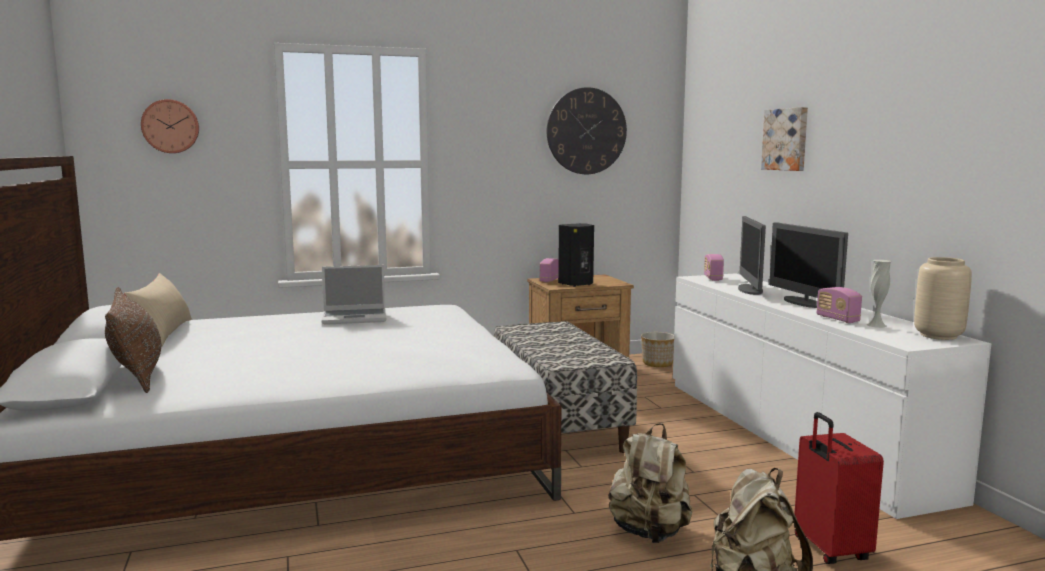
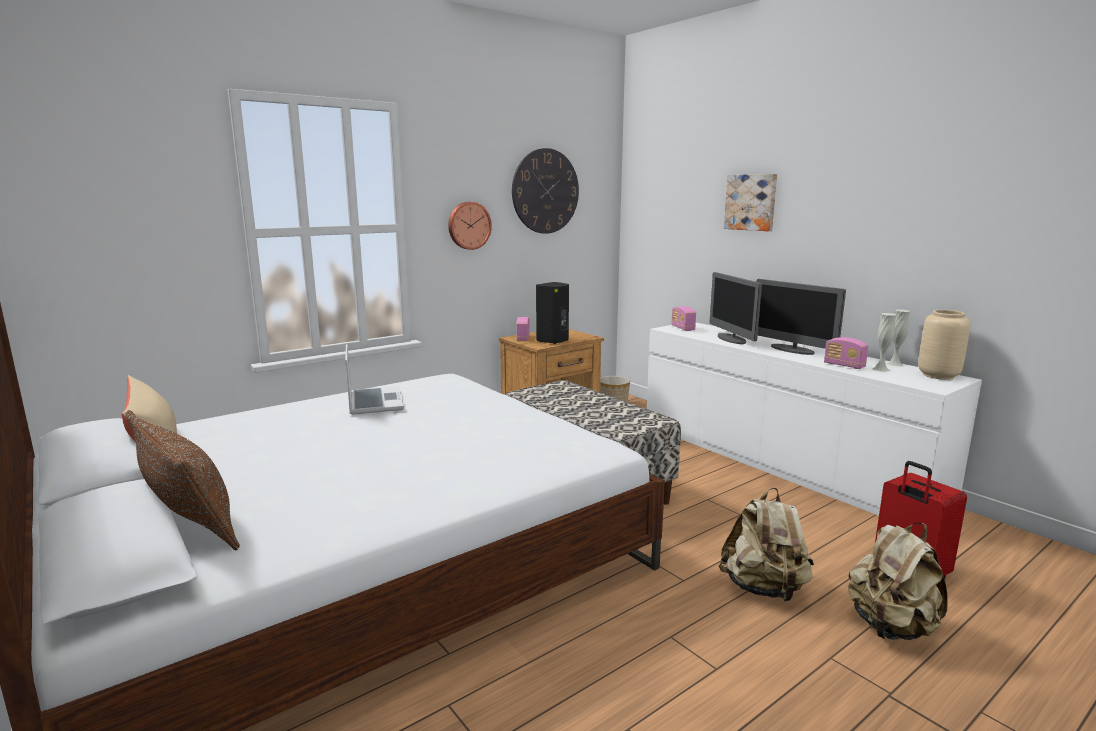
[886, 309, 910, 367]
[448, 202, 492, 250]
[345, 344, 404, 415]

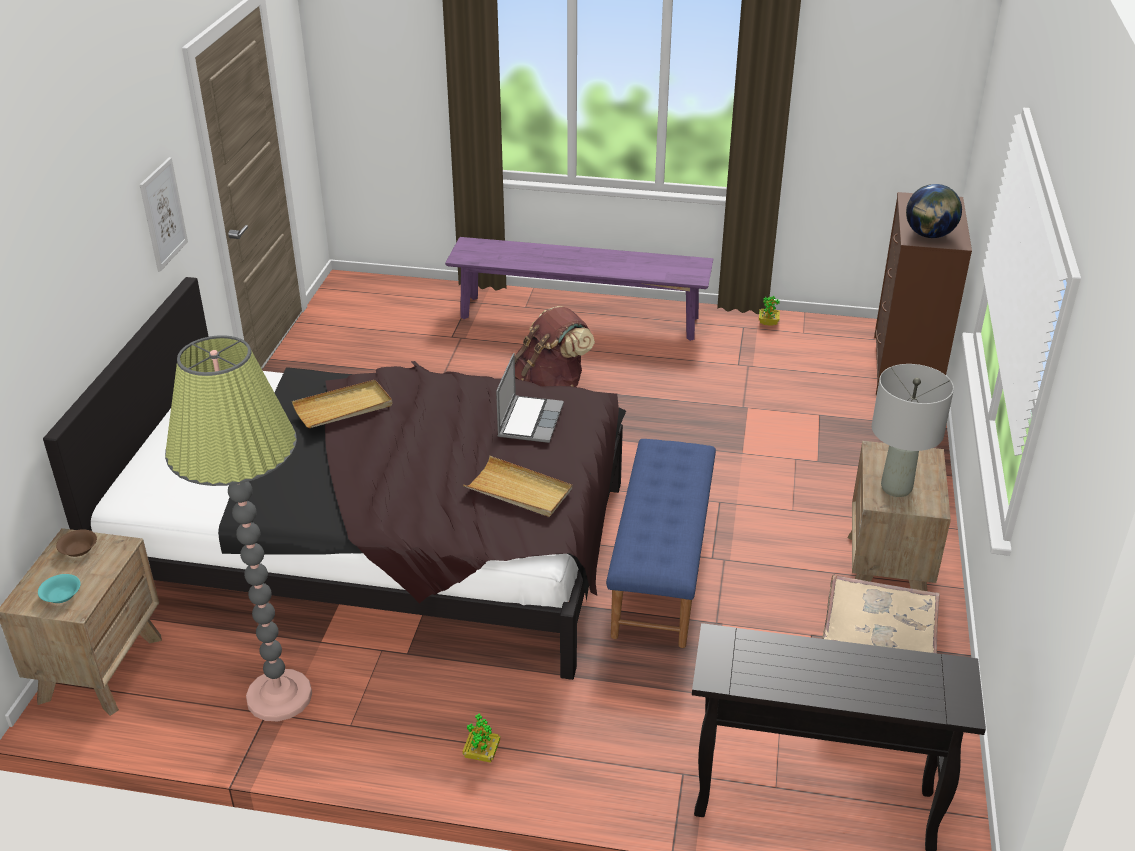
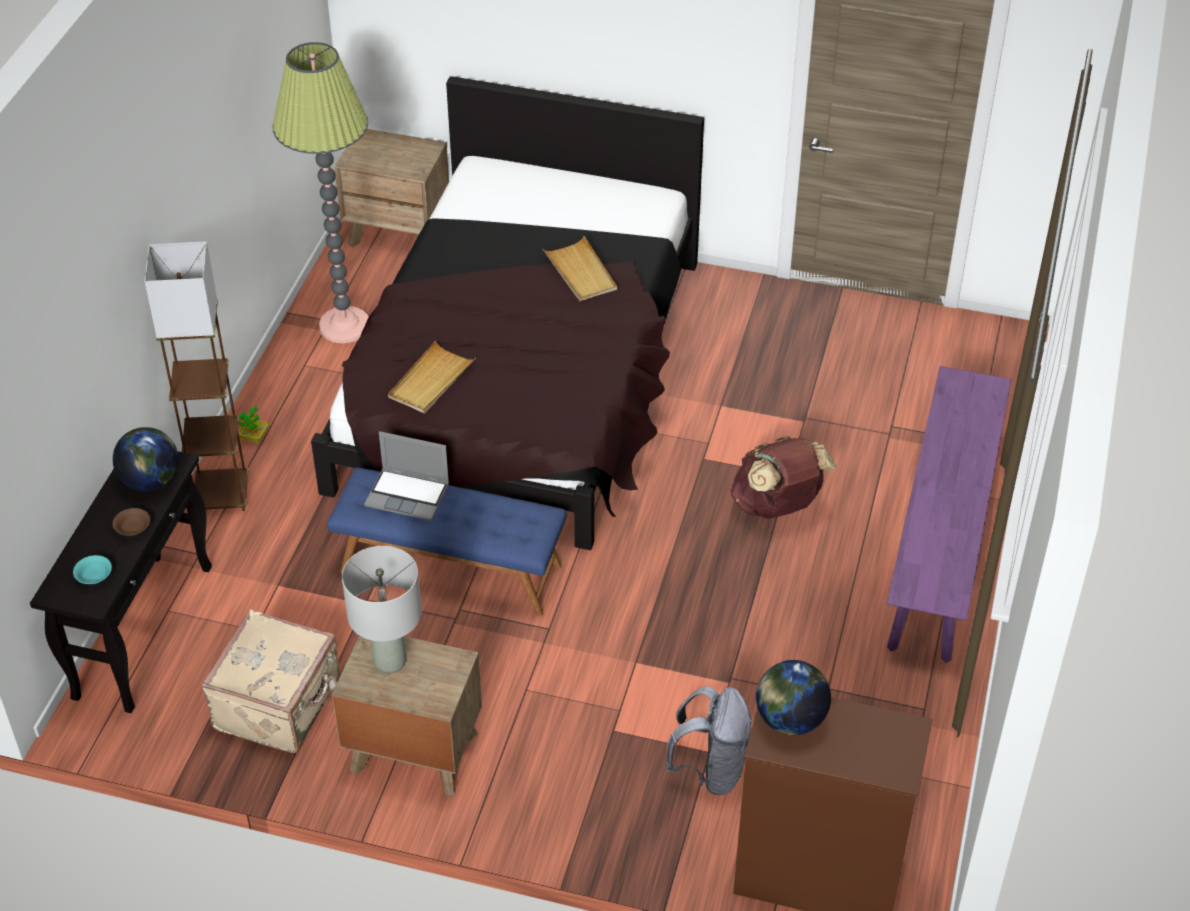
[140, 157, 188, 272] (first image)
[759, 296, 780, 326] (first image)
[113, 427, 178, 491]
[144, 241, 248, 511]
[665, 686, 753, 795]
[73, 555, 112, 584]
[113, 508, 150, 536]
[364, 431, 449, 521]

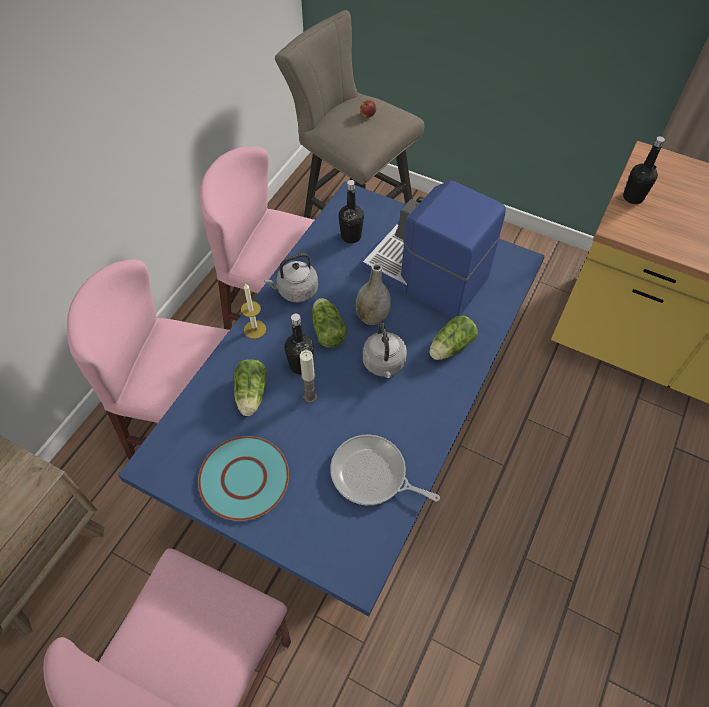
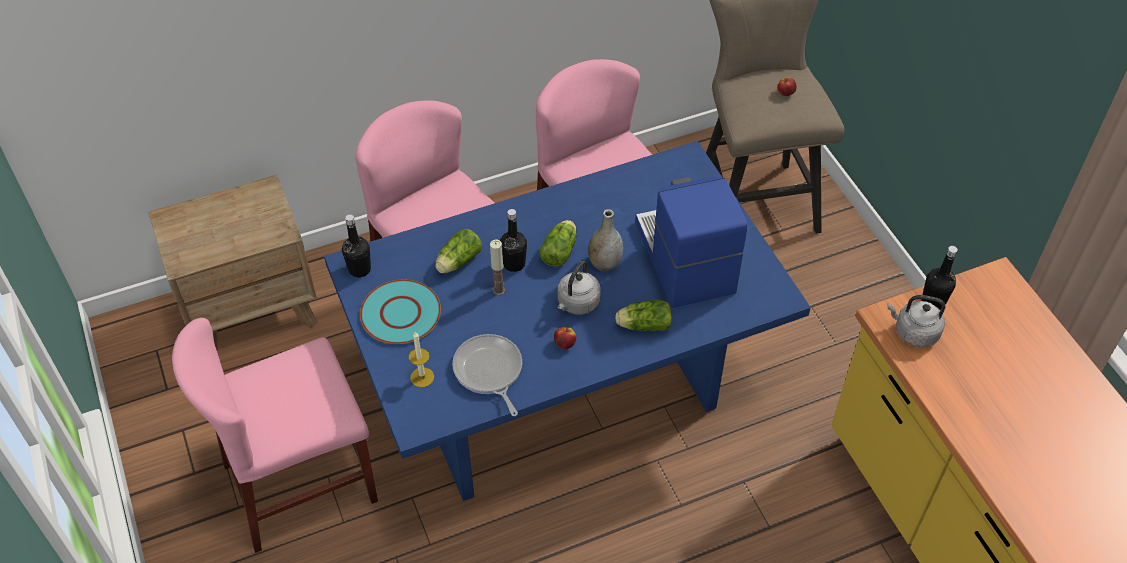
[554, 327, 576, 349]
[409, 332, 434, 387]
[887, 295, 946, 347]
[342, 214, 371, 277]

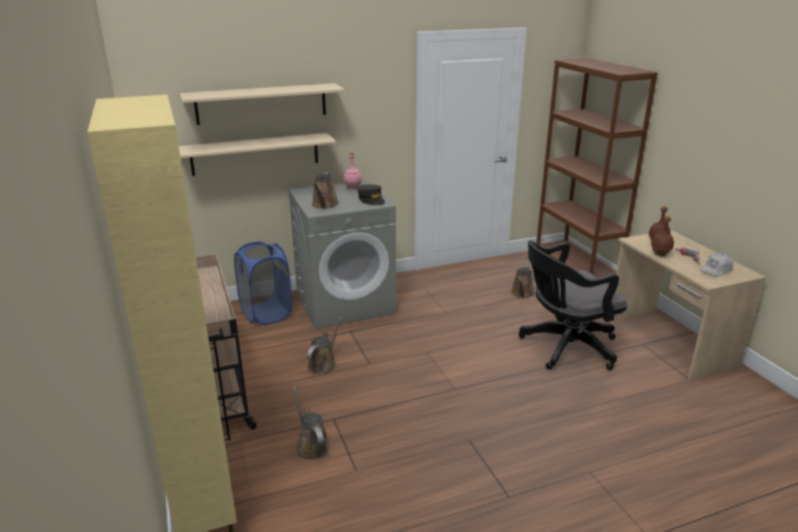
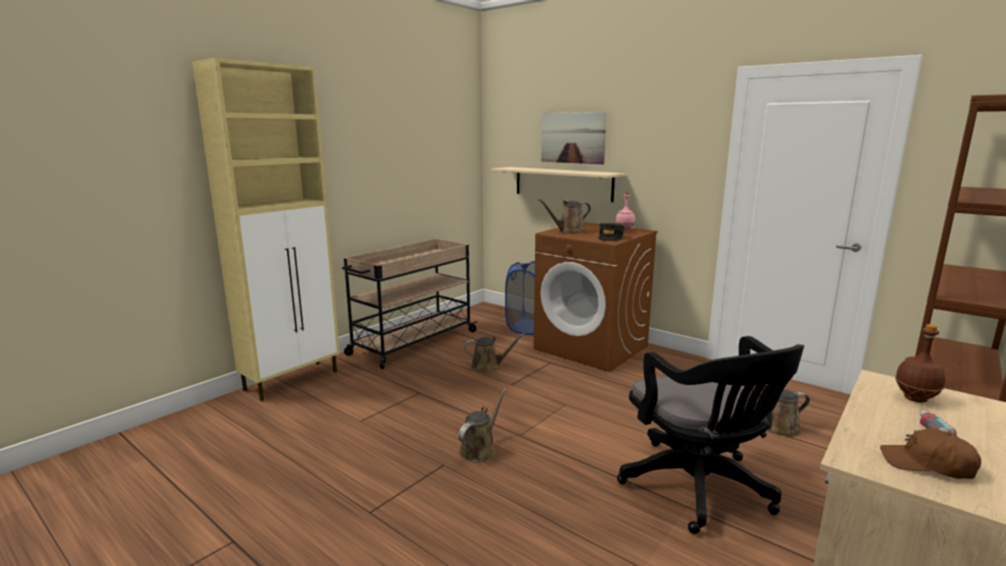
[651, 215, 674, 257] (first image)
[458, 388, 507, 462]
[541, 112, 607, 164]
[534, 222, 658, 372]
[880, 428, 981, 479]
[617, 336, 804, 534]

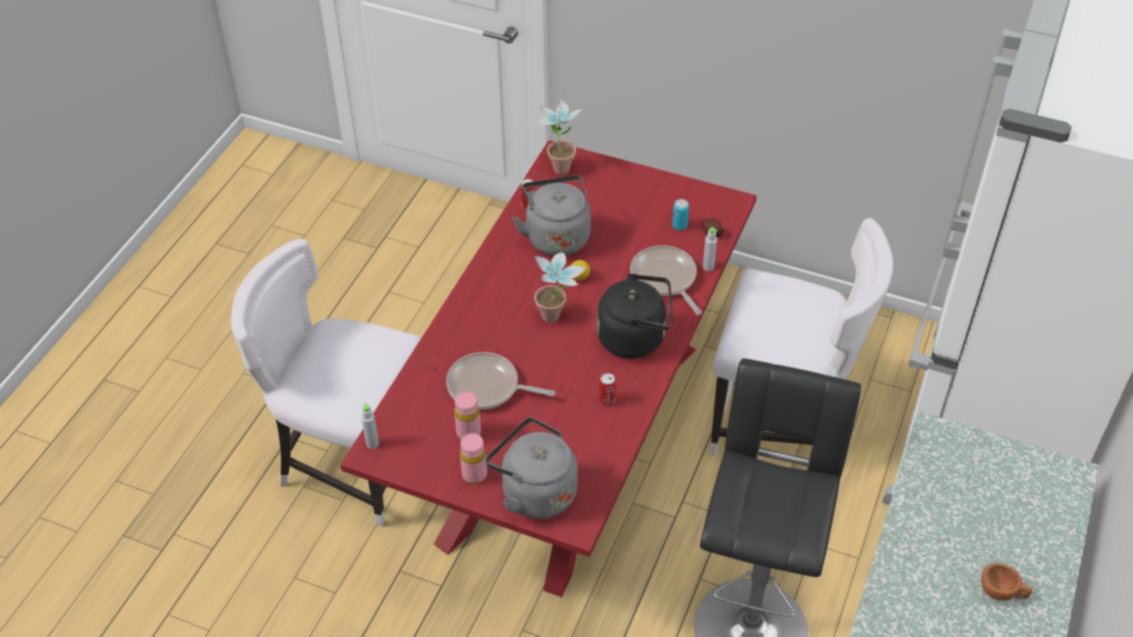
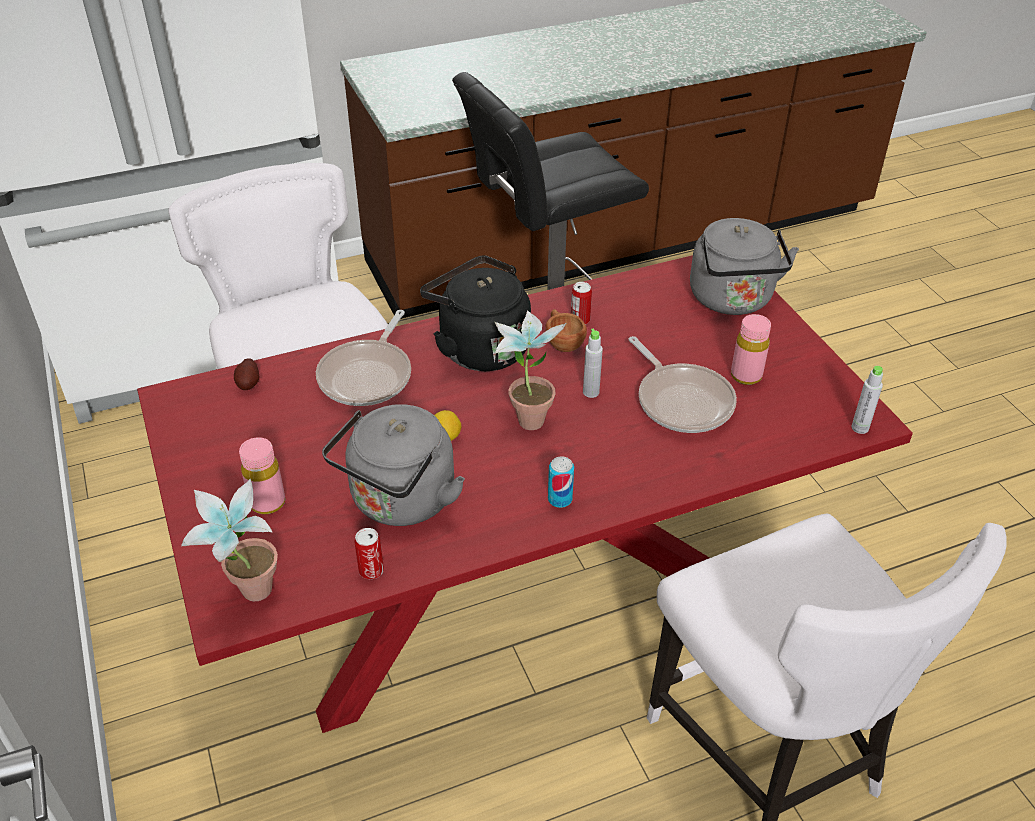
[239, 437, 285, 514]
[548, 456, 574, 508]
[583, 329, 603, 398]
[546, 309, 587, 352]

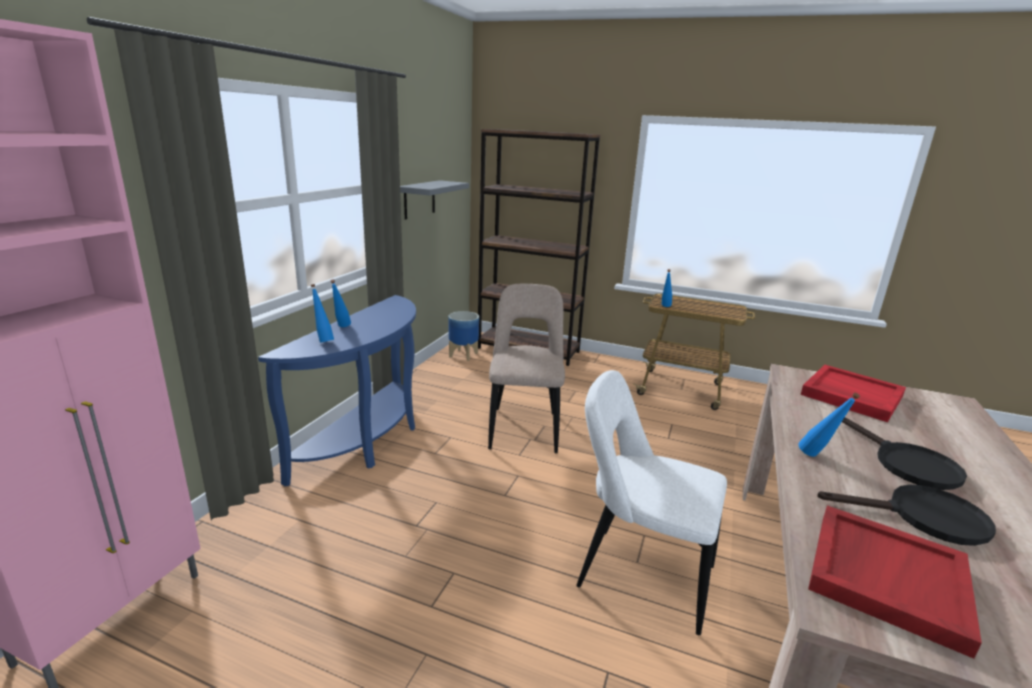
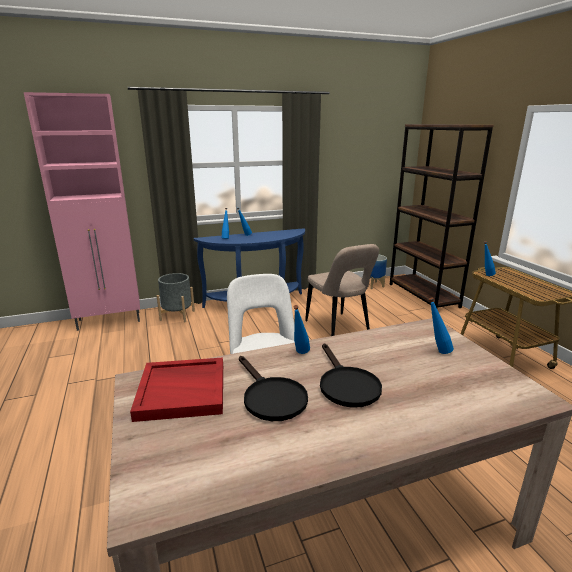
[400, 180, 469, 220] (first image)
[157, 273, 195, 323]
[429, 298, 454, 354]
[305, 244, 379, 336]
[320, 343, 382, 408]

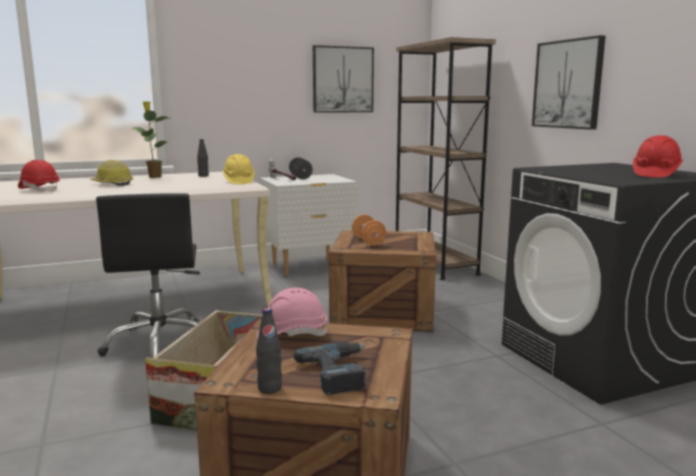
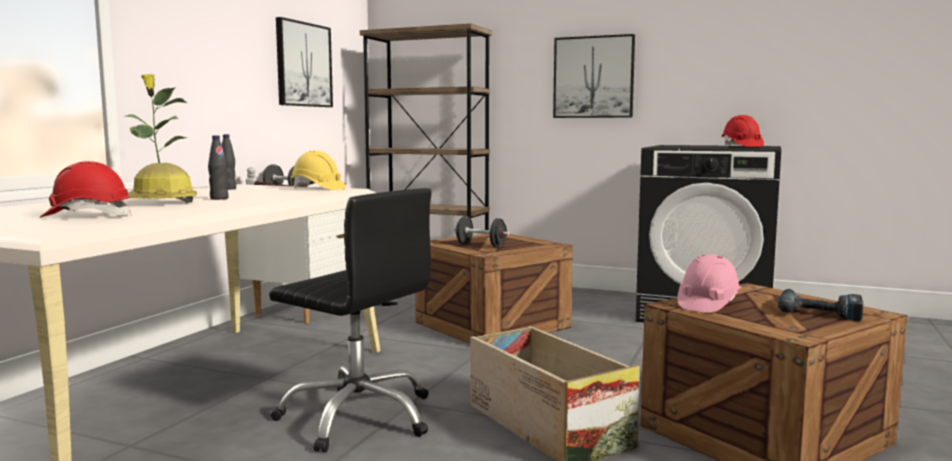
[208, 135, 229, 200]
[454, 216, 509, 247]

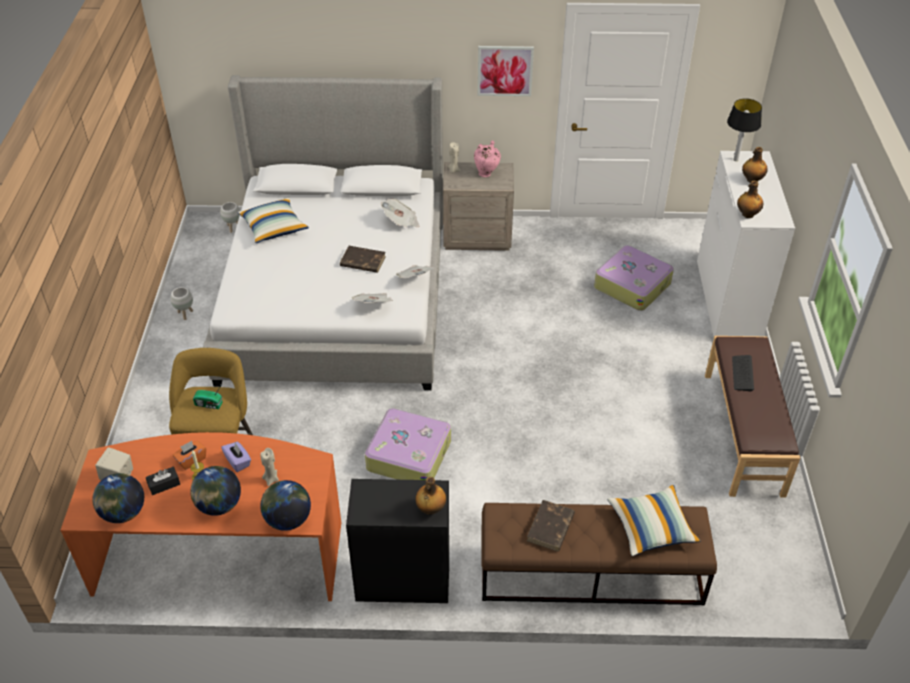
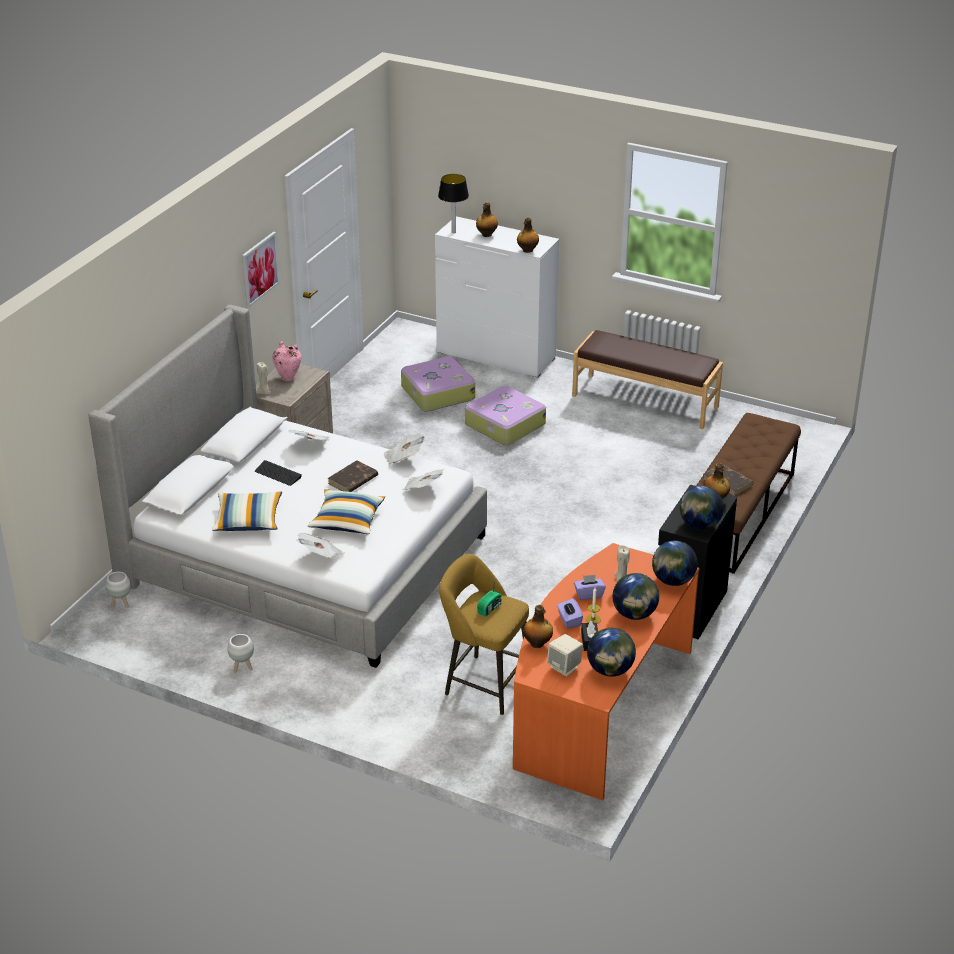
[297, 533, 345, 558]
[523, 605, 553, 648]
[680, 486, 724, 530]
[465, 386, 546, 445]
[307, 489, 385, 534]
[255, 460, 302, 486]
[557, 598, 583, 628]

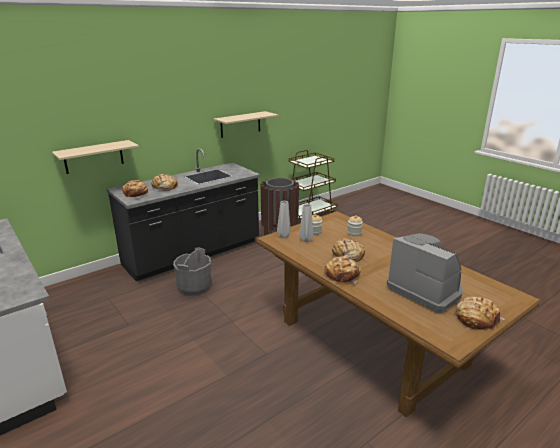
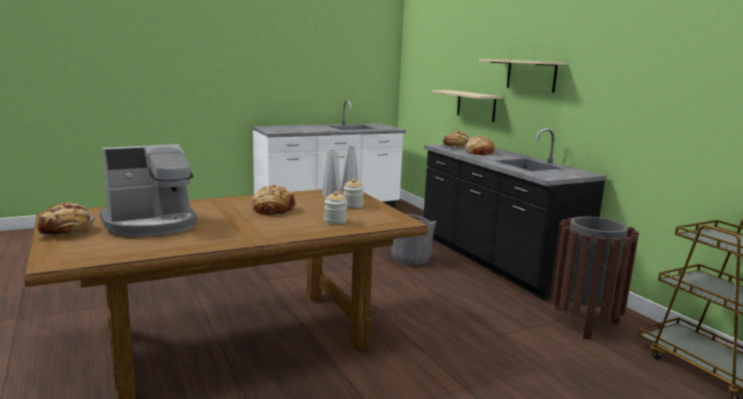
[325, 256, 361, 284] (first image)
[479, 59, 567, 93]

